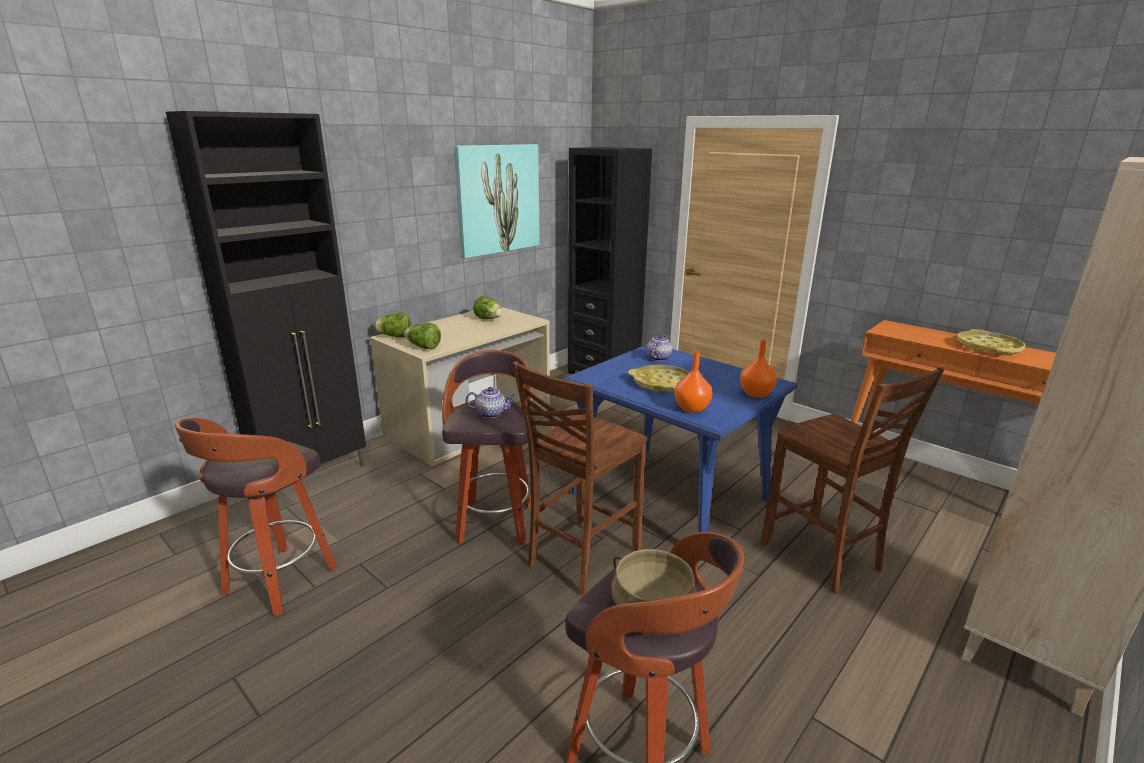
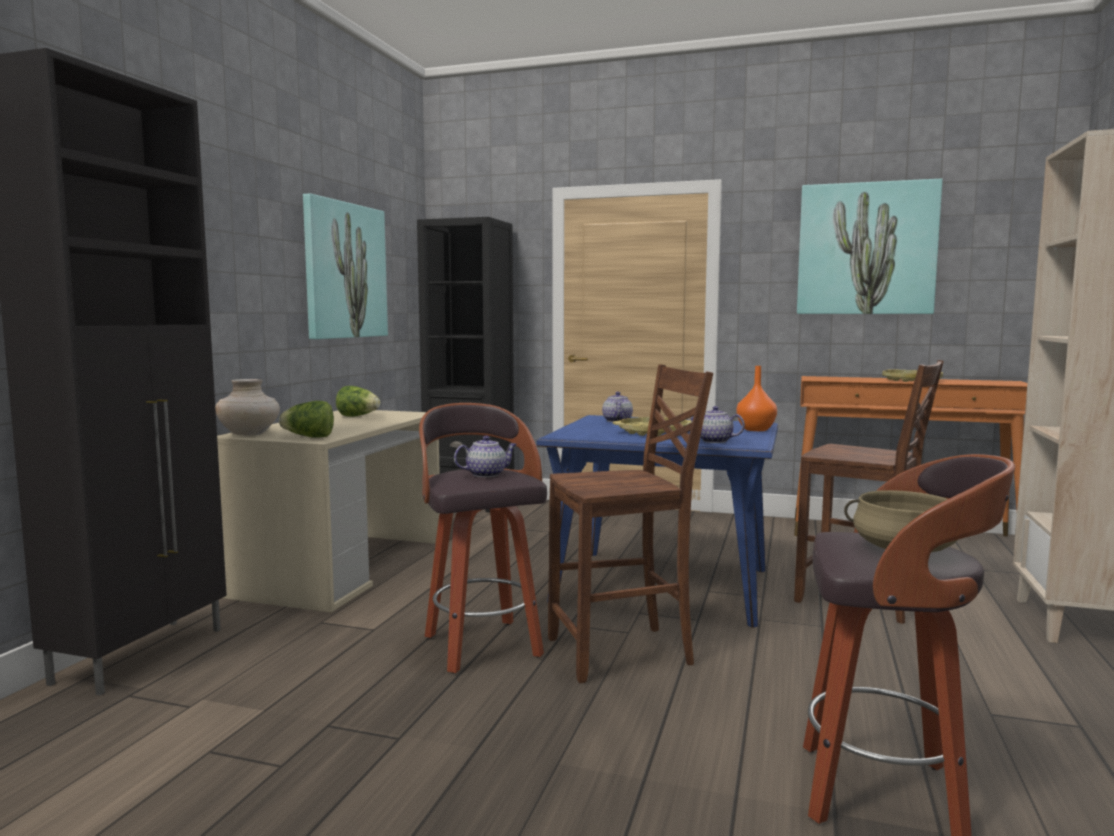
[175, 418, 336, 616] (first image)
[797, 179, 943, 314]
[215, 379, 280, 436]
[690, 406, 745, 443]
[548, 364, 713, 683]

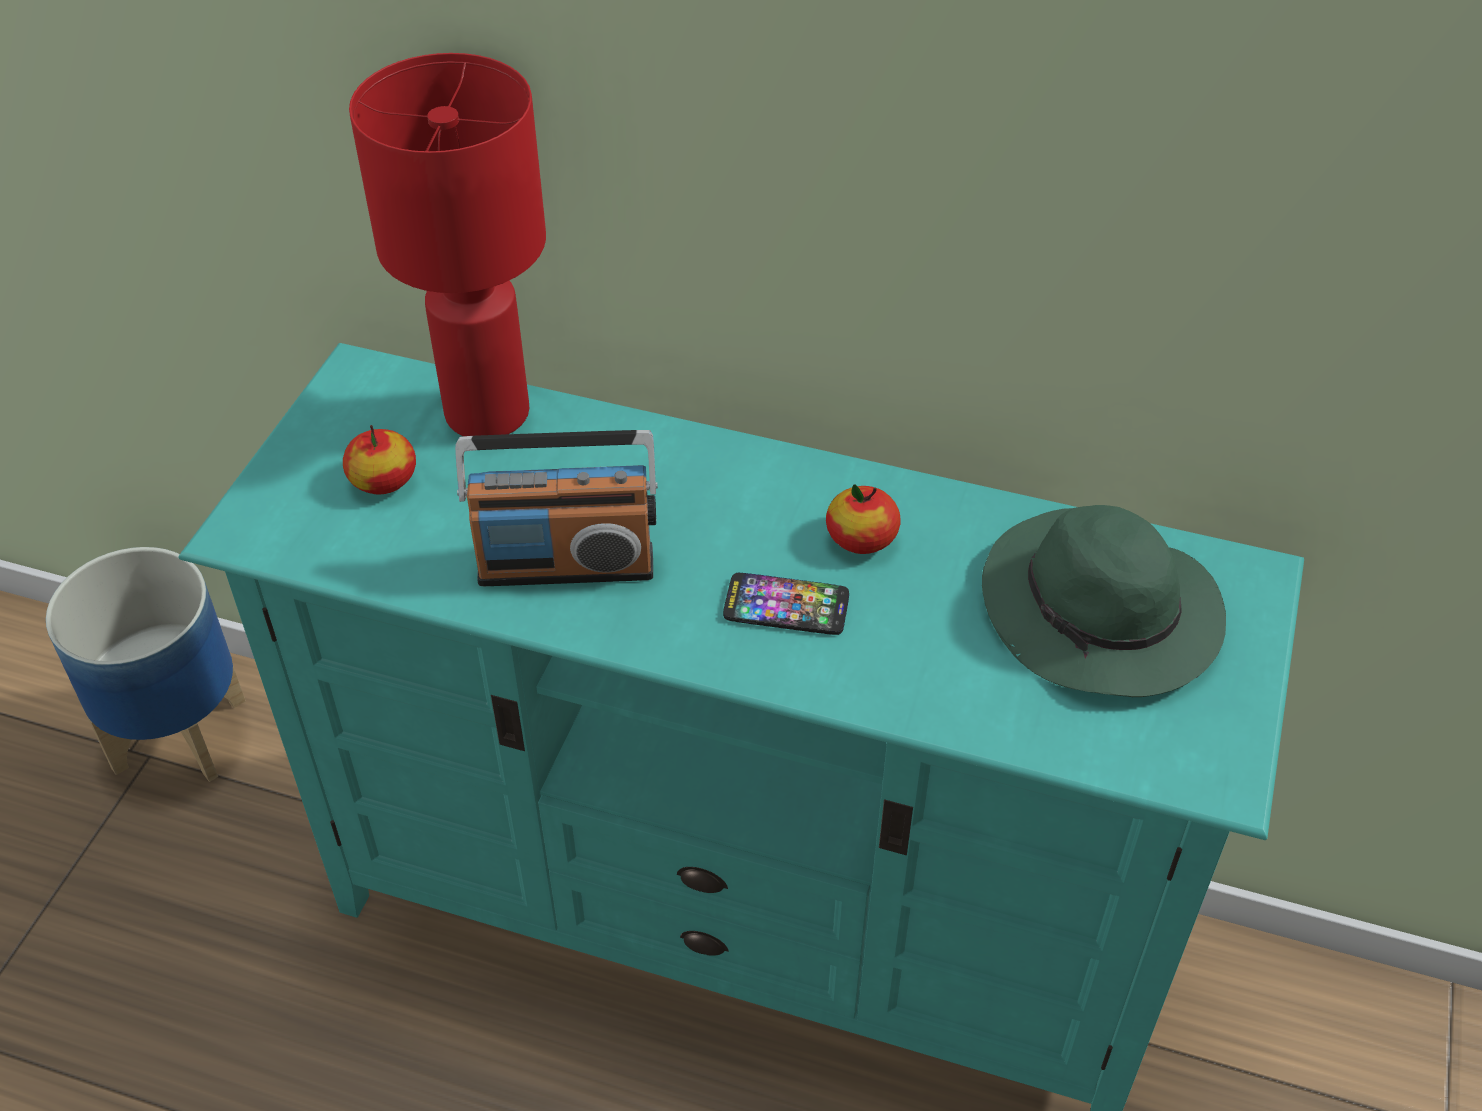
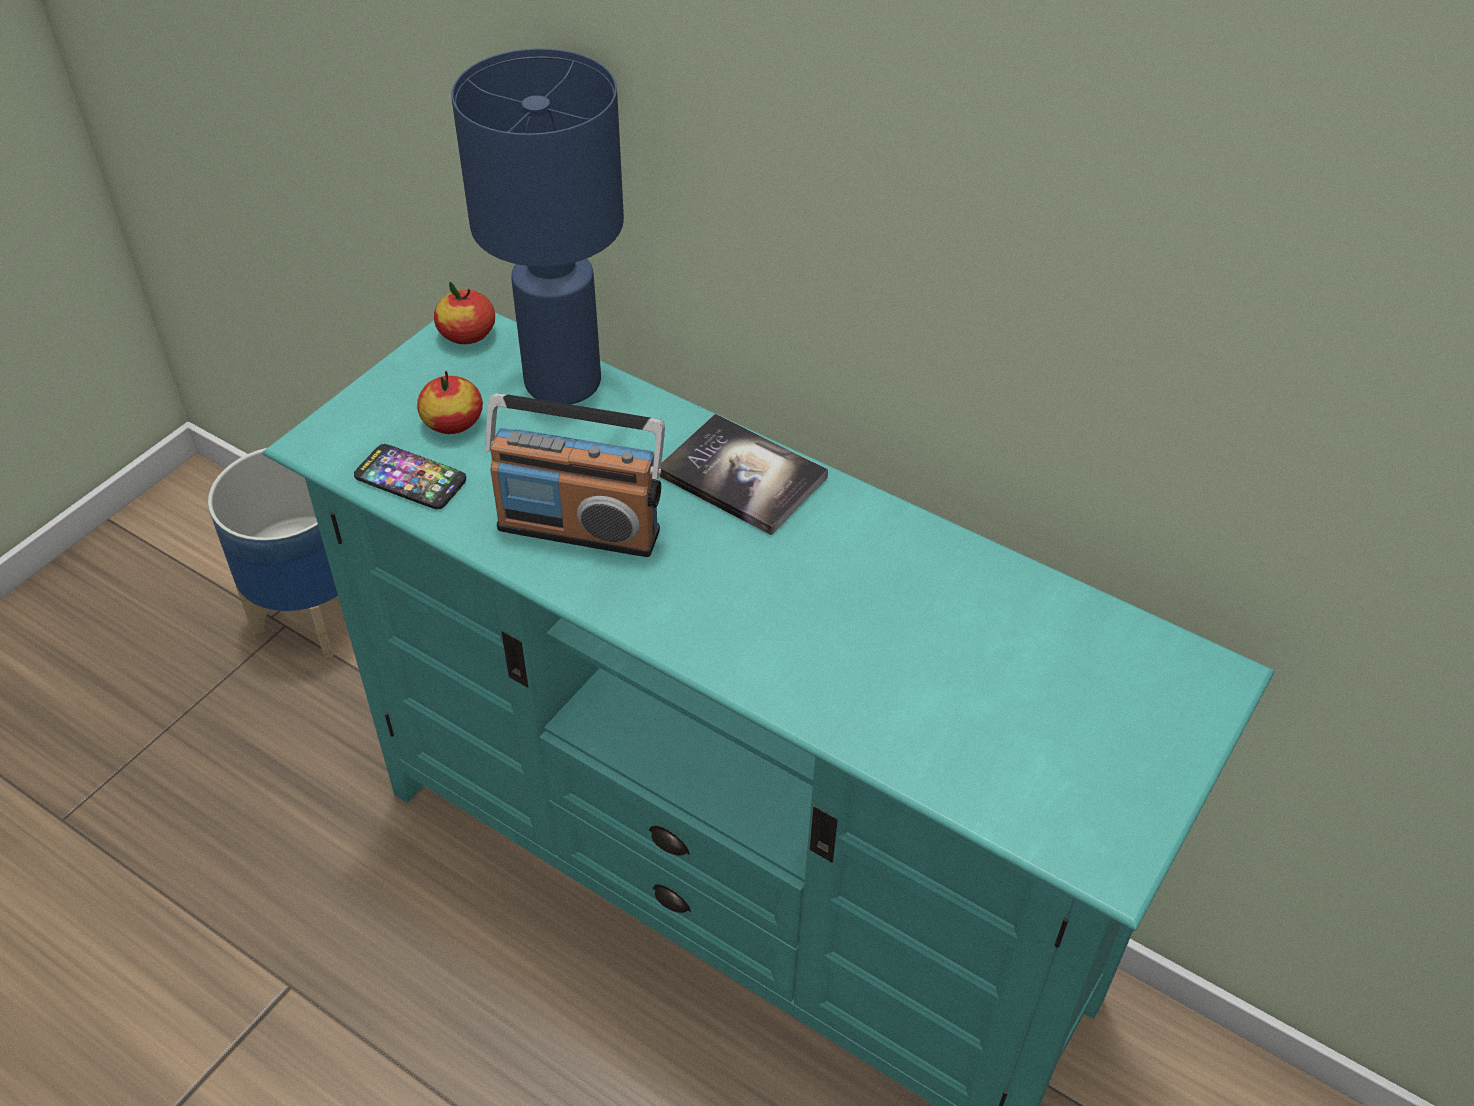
[982, 505, 1226, 697] (first image)
[660, 414, 828, 536]
[354, 444, 466, 509]
[434, 282, 495, 344]
[451, 48, 624, 405]

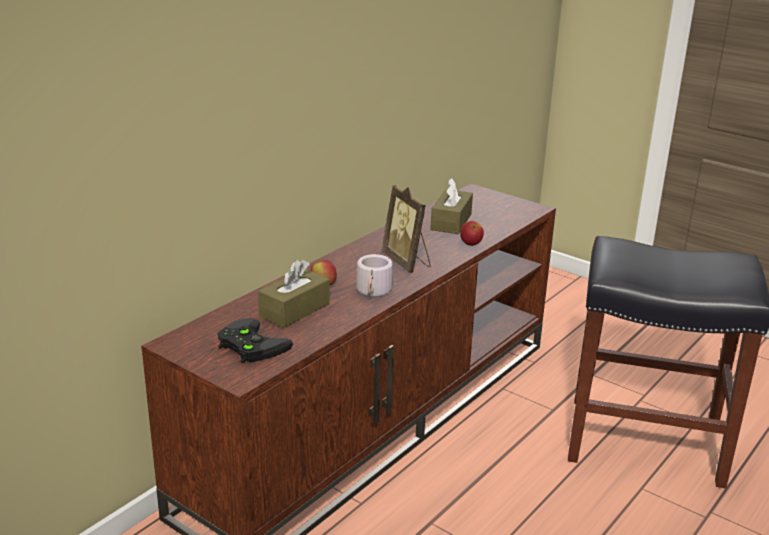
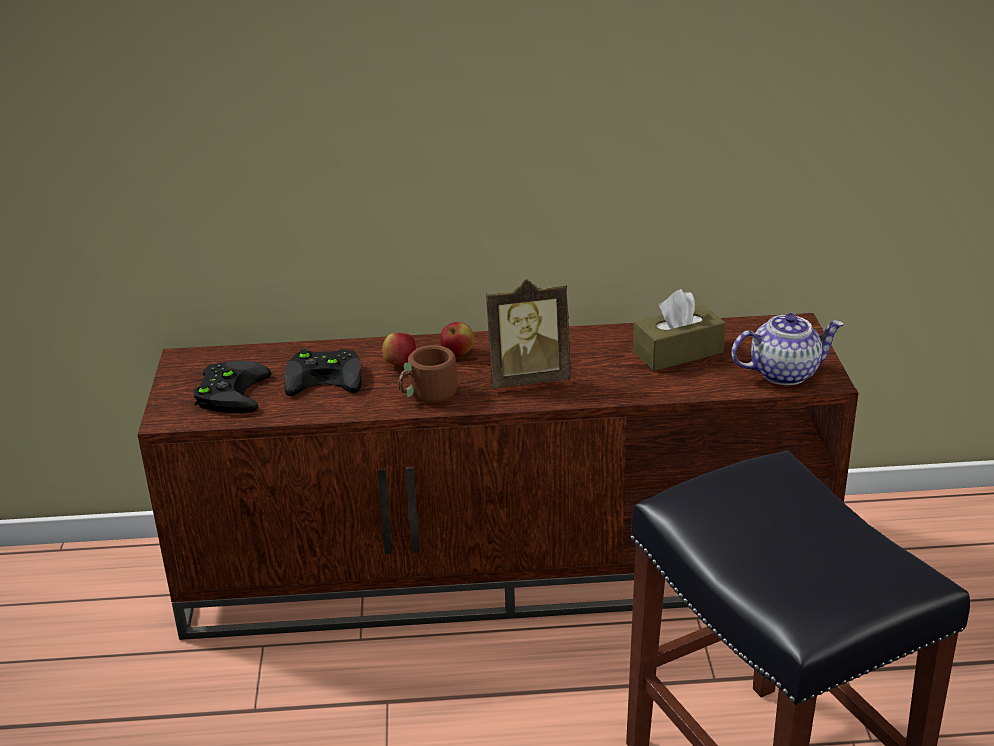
[731, 313, 844, 385]
[440, 322, 474, 356]
[284, 349, 362, 396]
[398, 345, 471, 403]
[486, 279, 571, 389]

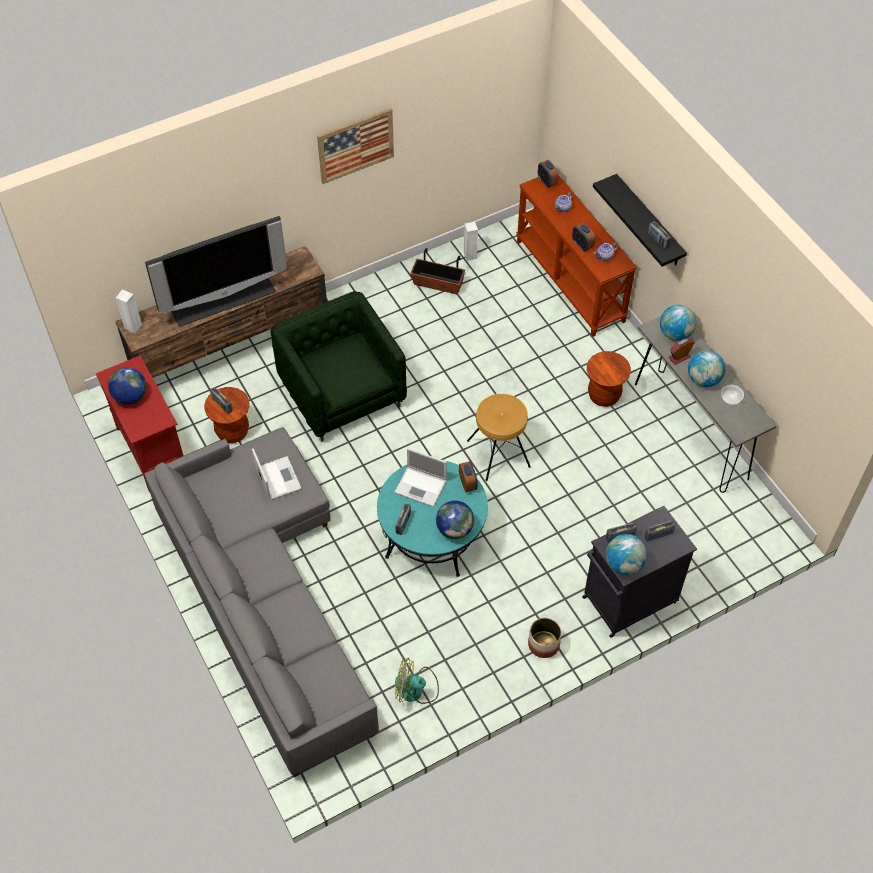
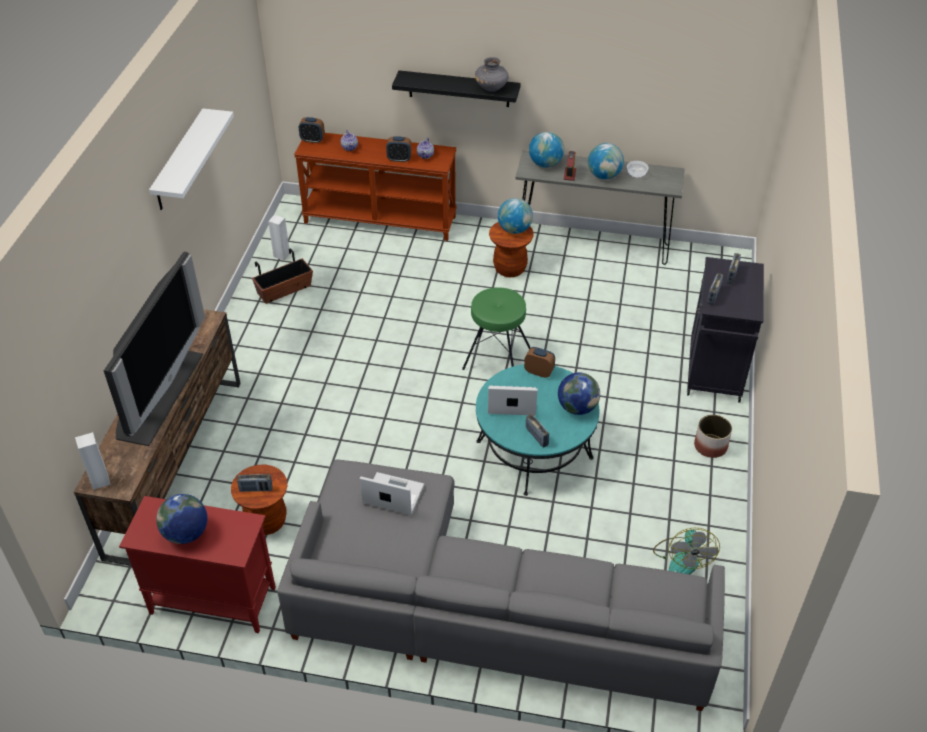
[270, 291, 407, 442] (first image)
[498, 198, 533, 234]
[149, 108, 234, 210]
[475, 57, 508, 92]
[462, 287, 531, 370]
[488, 386, 538, 416]
[653, 528, 720, 574]

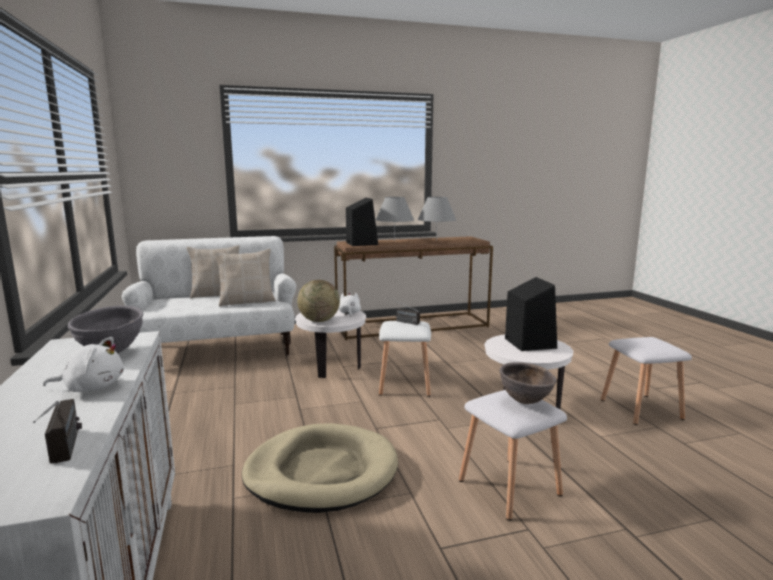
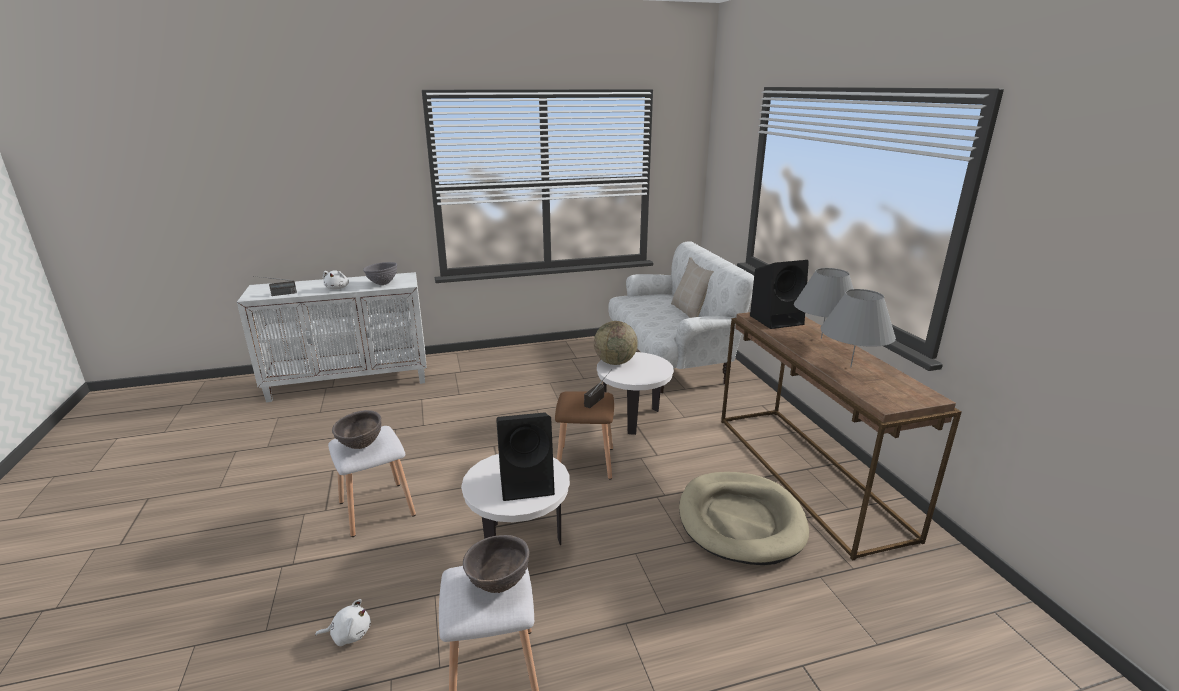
[214, 249, 276, 307] (first image)
[463, 535, 530, 593]
[679, 472, 809, 565]
[315, 599, 371, 646]
[555, 391, 614, 480]

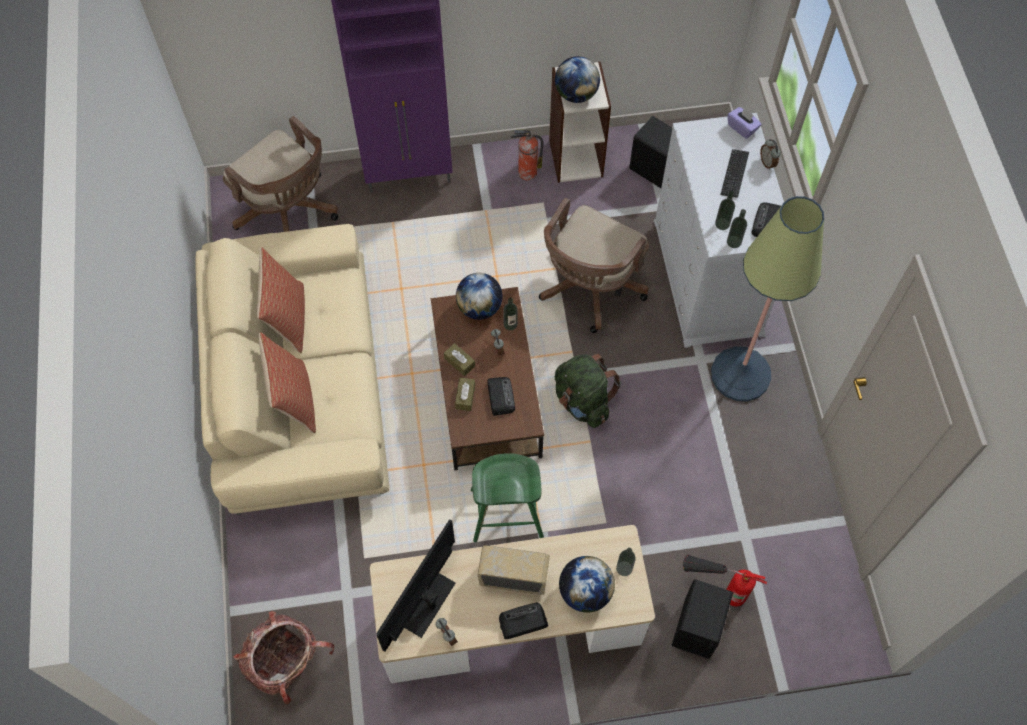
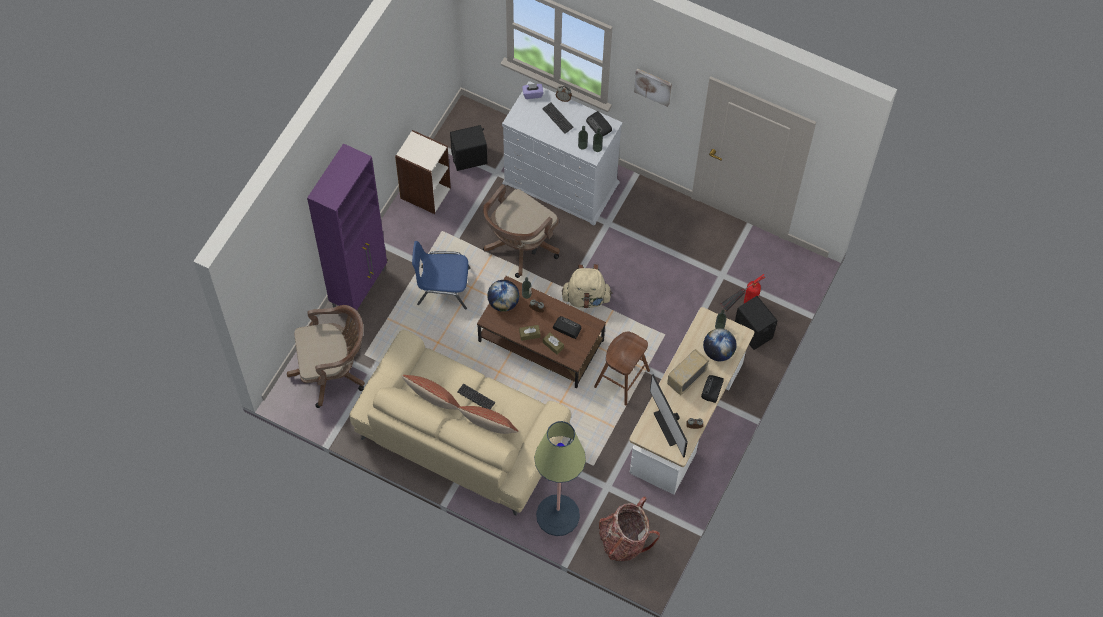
[511, 130, 543, 181] (first image)
[555, 56, 600, 103] (first image)
[412, 241, 471, 310]
[457, 383, 496, 409]
[634, 69, 672, 107]
[534, 421, 586, 536]
[594, 332, 650, 406]
[562, 264, 613, 308]
[483, 184, 560, 278]

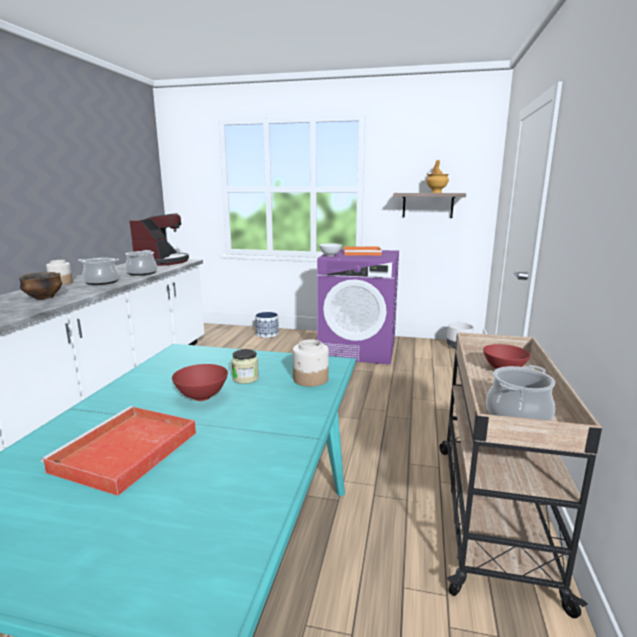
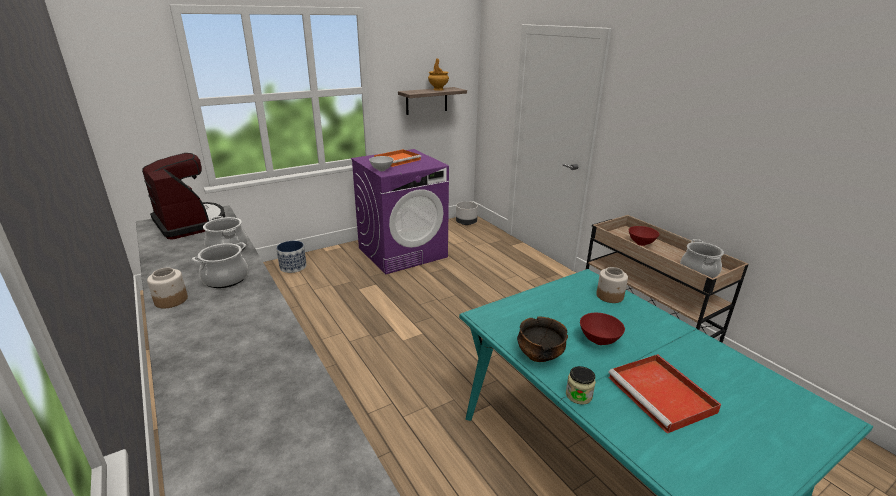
[517, 317, 568, 362]
[566, 366, 596, 405]

